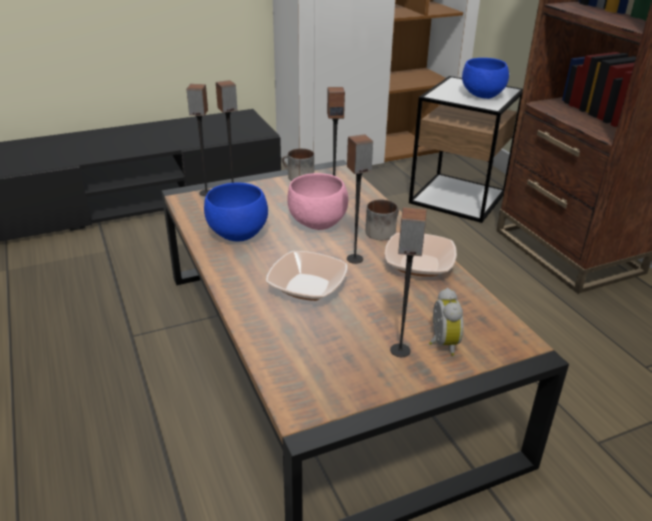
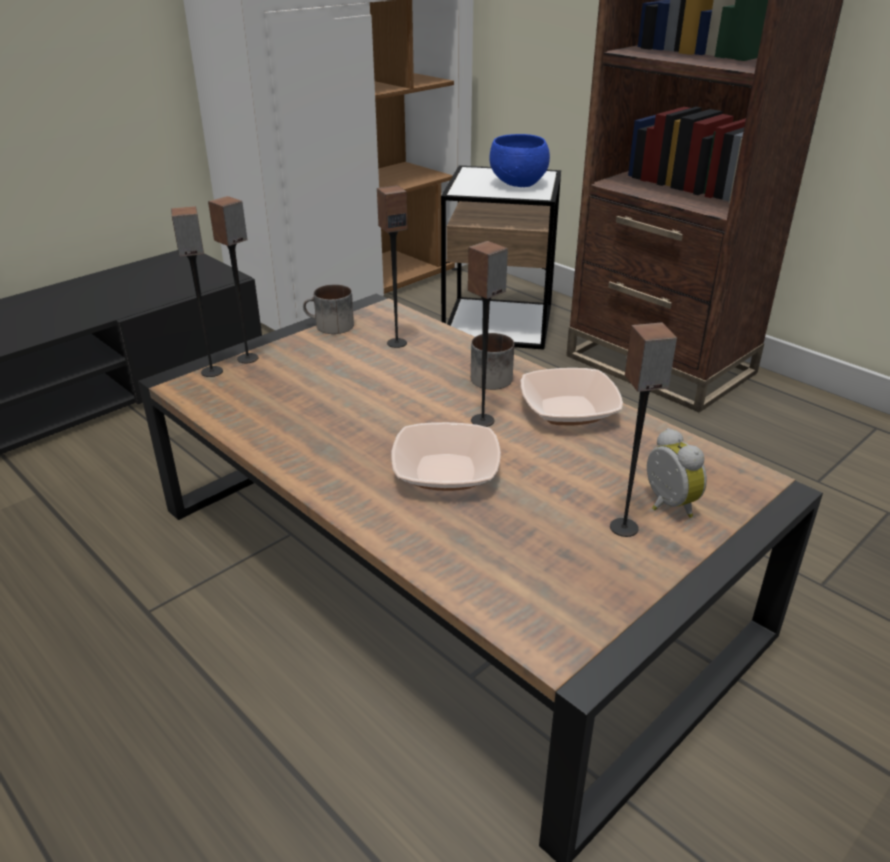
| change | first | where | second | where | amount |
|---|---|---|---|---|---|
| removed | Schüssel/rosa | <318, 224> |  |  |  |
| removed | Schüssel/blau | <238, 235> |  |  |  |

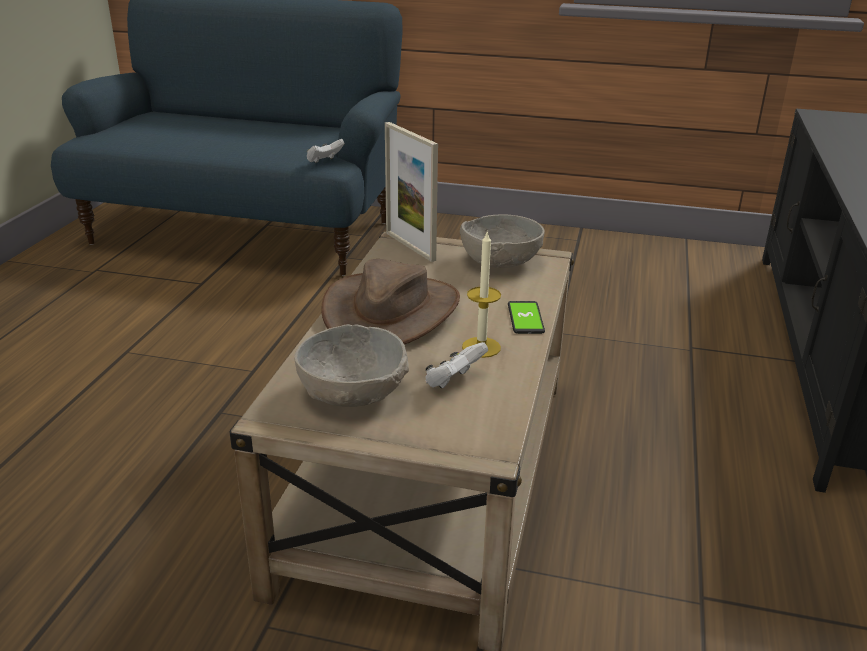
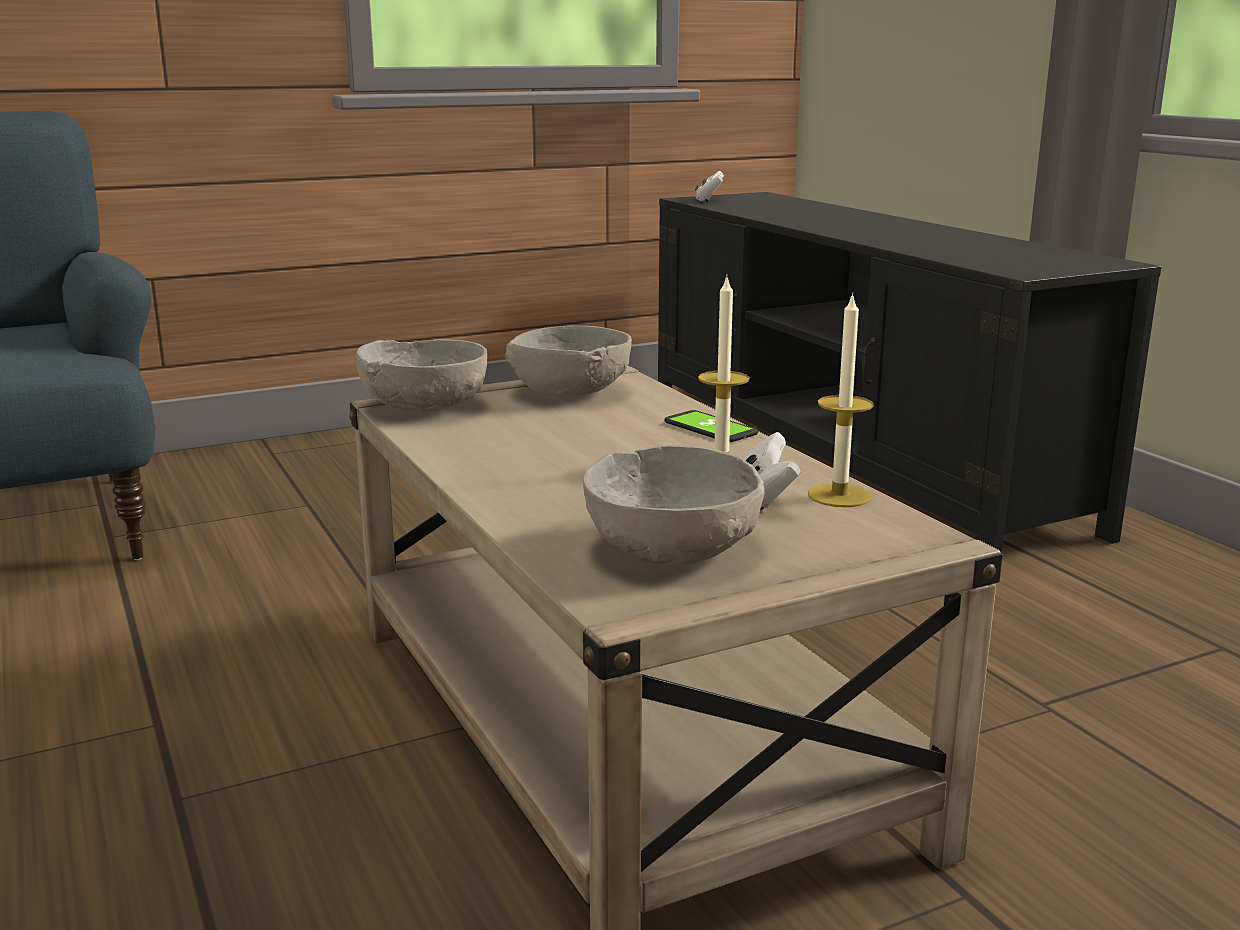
| change | first | where | second | where | amount |
|---|---|---|---|---|---|
| replaced | Bilderrahmen | <410, 246> | Schüssel/grau | <425, 405> |  |
| moved | Gamepad/weiß | <324, 161> |  | <709, 200> |  |
| removed | Hut/braun | <391, 311> |  |  |  |
| added |  |  | Kerze | <839, 495> |  |

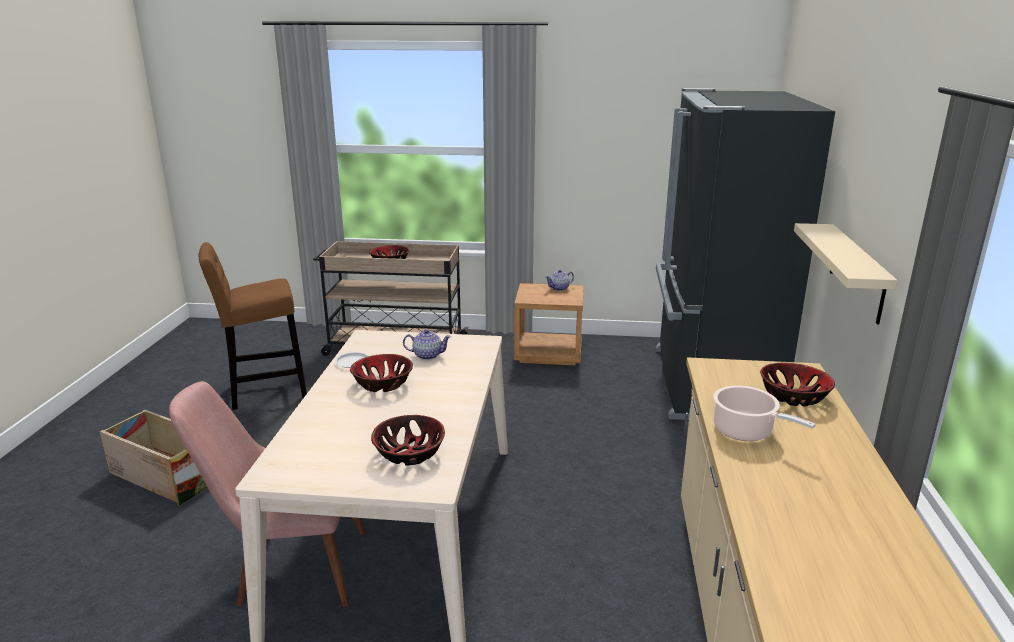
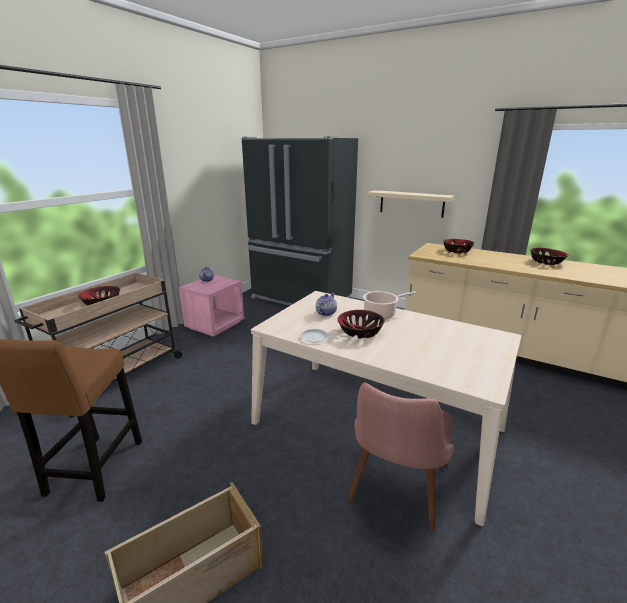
| change | first | where | second | where | amount |
|---|---|---|---|---|---|
| recoloured | Nachttisch/braun | <549, 353> | Nachttisch/rosa | <215, 325> |  |
| moved | Kochtopf | <746, 431> |  | <381, 314> |  |
| moved | Schüssel | <409, 454> |  | <546, 262> |  |

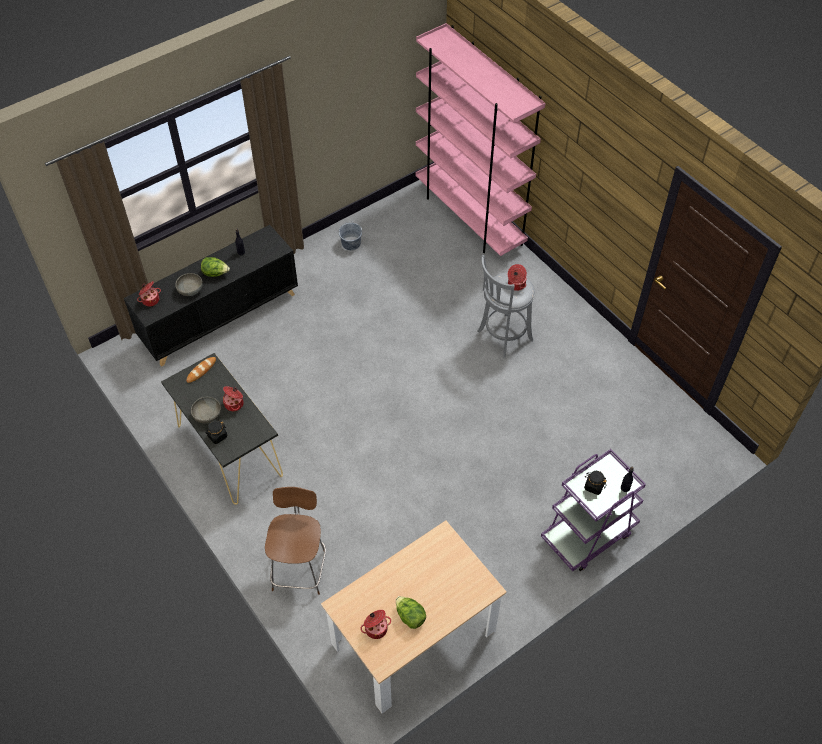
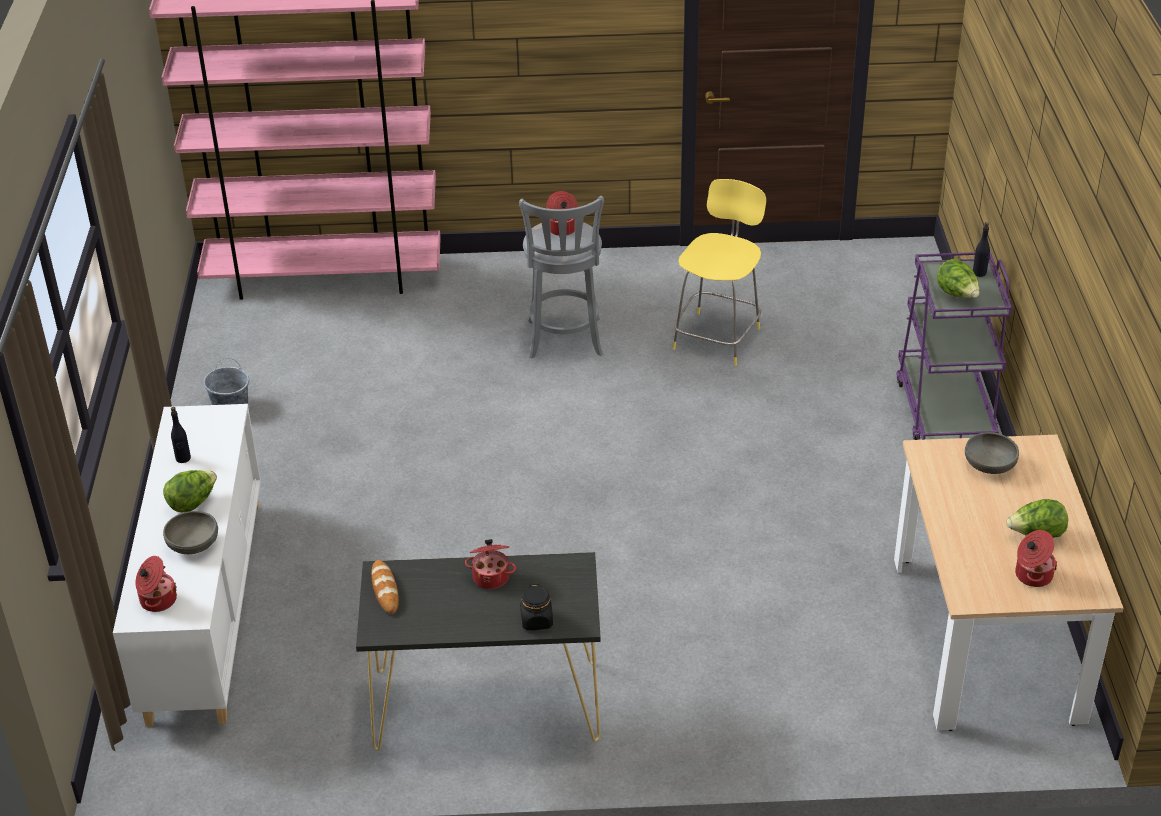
| change | first | where | second | where | amount |
|---|---|---|---|---|---|
| recoloured | Schrank/schwarz | <220, 317> | Schrank/weiß | <205, 607> |  |
| moved | Schüssel/grau | <207, 415> |  | <989, 465> |  |
| replaced | Vorratsglas/schwarz | <593, 486> | Salatkopf | <957, 294> |  |
| removed | Hocker/braun | <299, 568> |  |  |  |
| added |  |  | Hocker/gelb | <718, 336> |  |

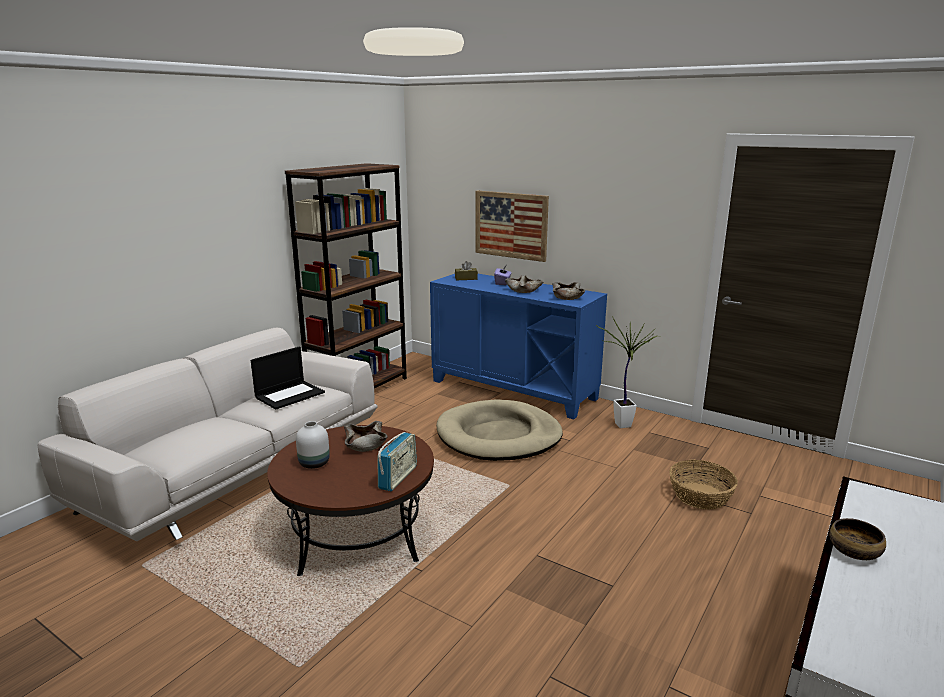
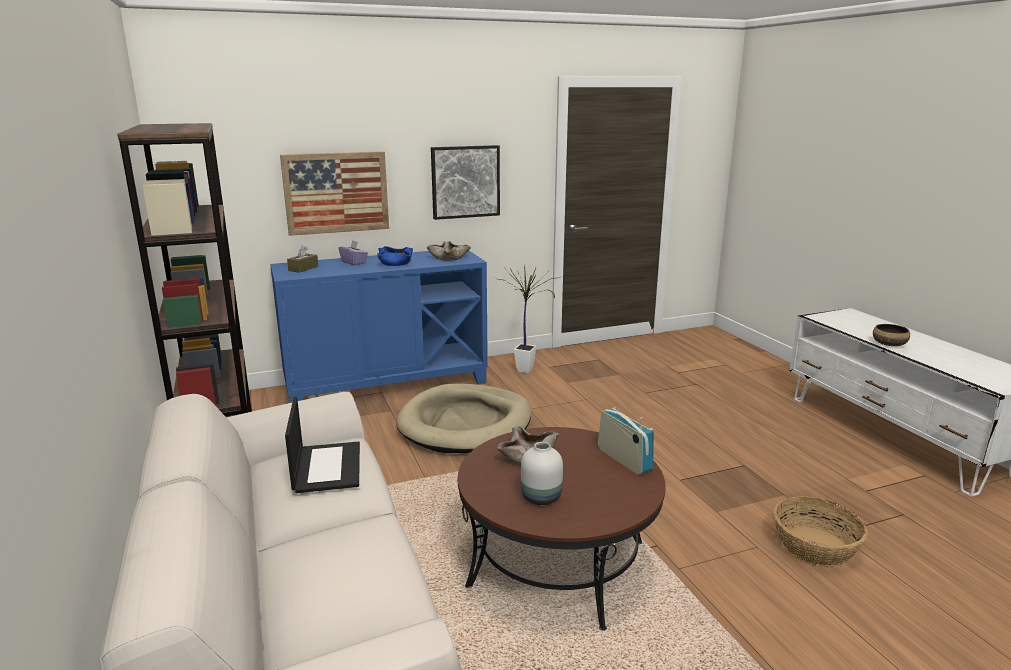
| change | first | where | second | where | amount |
|---|---|---|---|---|---|
| recoloured | Schüssel/beige | <524, 290> | Schüssel/blau | <396, 263> |  |
| moved | Korb | <699, 496> |  | <814, 546> |  |
| added |  |  | Bild | <465, 182> |  |

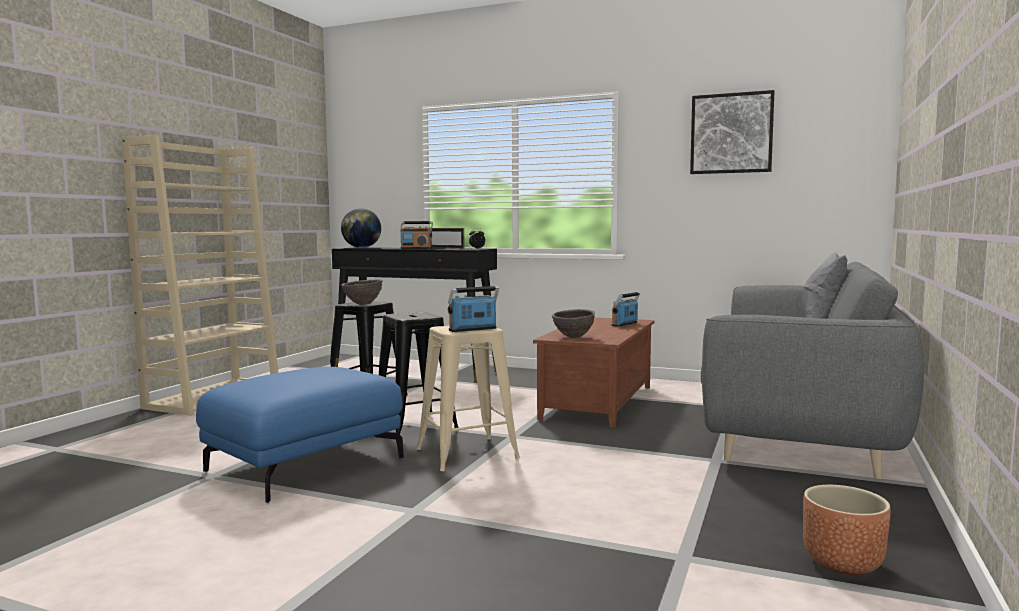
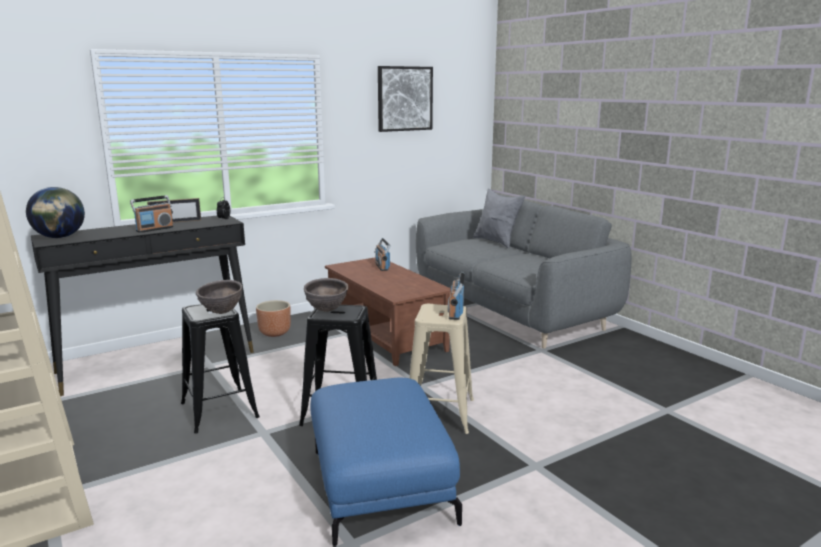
| change | first | where | second | where | amount |
|---|---|---|---|---|---|
| moved | Schüssel/braun | <573, 337> |  | <326, 310> |  |
| moved | Pflanzkübel/braun | <842, 563> |  | <274, 333> |  |

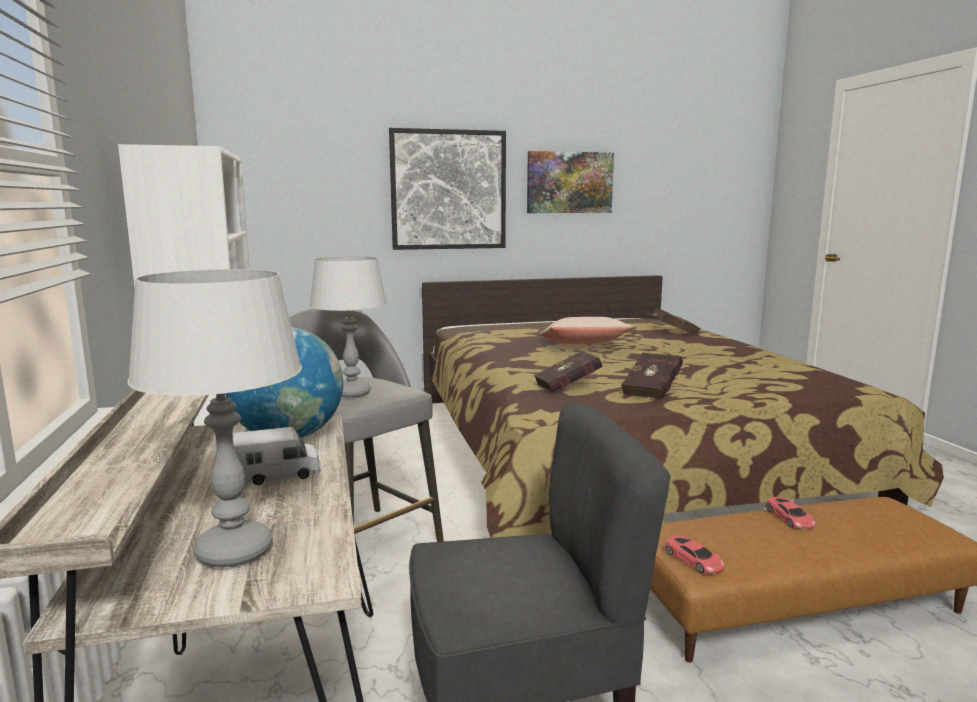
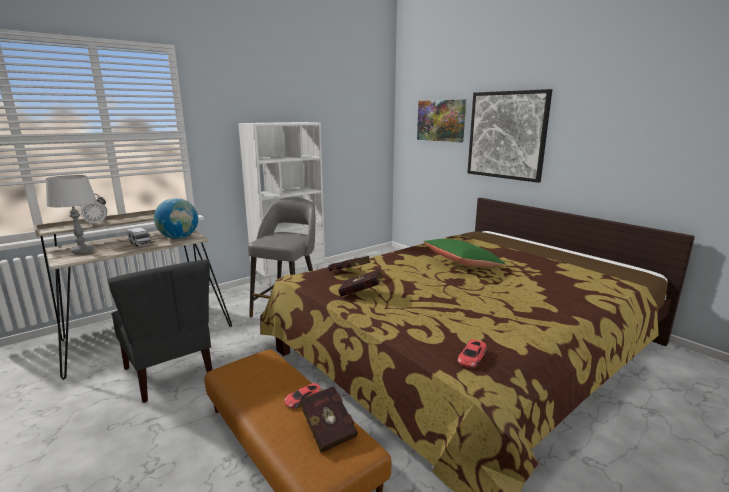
| change | first | where | second | where | amount |
|---|---|---|---|---|---|
| moved | Bild | <569, 182> |  | <441, 120> |  |
| removed | Tischlampe/grau | <352, 393> |  |  |  |
| moved | Buch/rot | <673, 333> |  | <328, 428> |  |
| recoloured | Kissen/beige | <583, 346> | Kissen/grün | <462, 264> |  |
| moved | Spielzeugauto/rot | <693, 560> |  | <472, 357> |  |
| added |  |  | Wecker | <96, 223> |  |

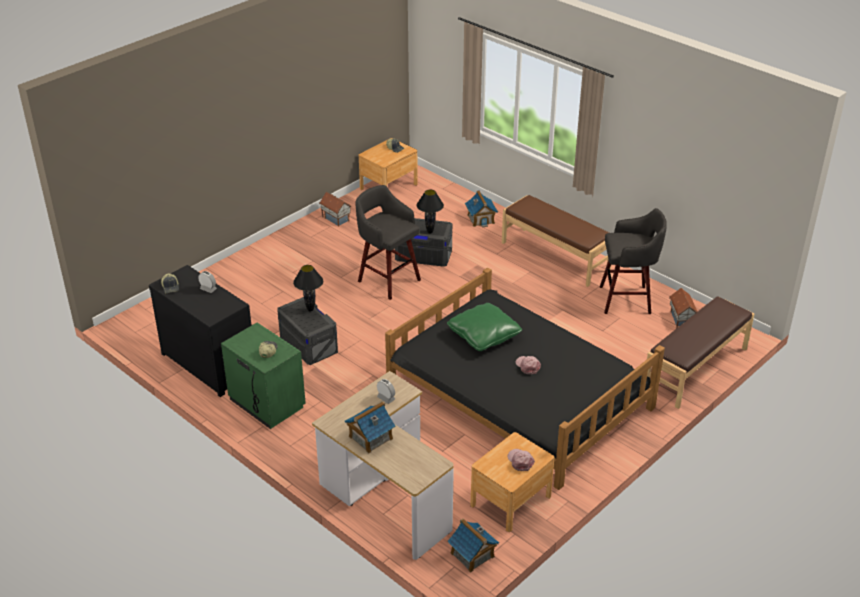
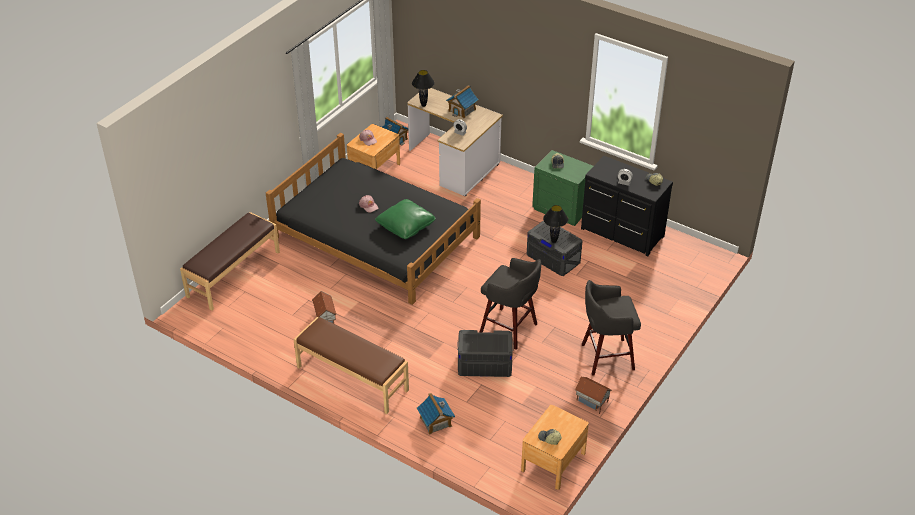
| change | first | where | second | where | amount |
|---|---|---|---|---|---|
| moved | Tischlampe/schwarz | <430, 232> |  | <423, 105> |  |
| moved | Hocker/grau | <627, 300> |  | <605, 357> |  |
| moved | Spielzeughaus | <680, 320> |  | <326, 318> |  |

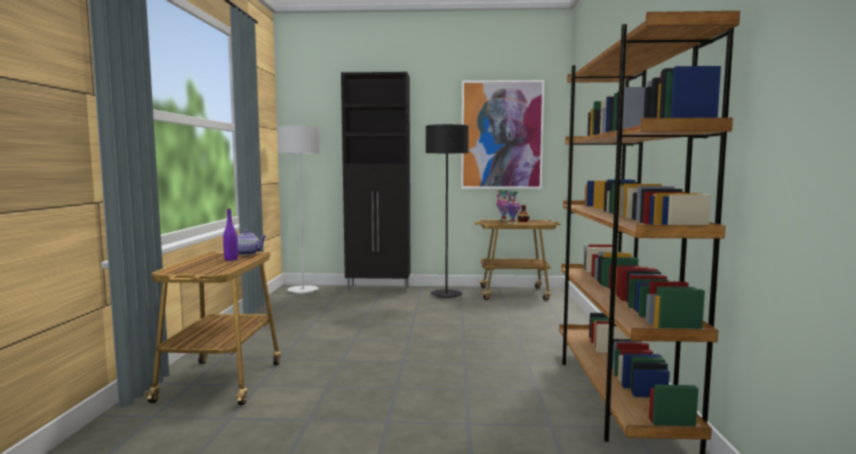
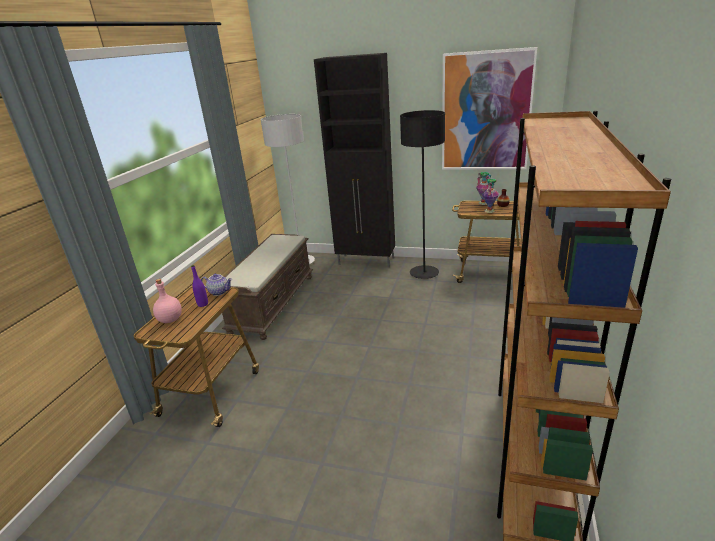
| change | first | where | second | where | amount |
|---|---|---|---|---|---|
| added |  |  | Bank/braun | <272, 303> |  |
| added |  |  | Flasche/rosa | <171, 319> |  |

